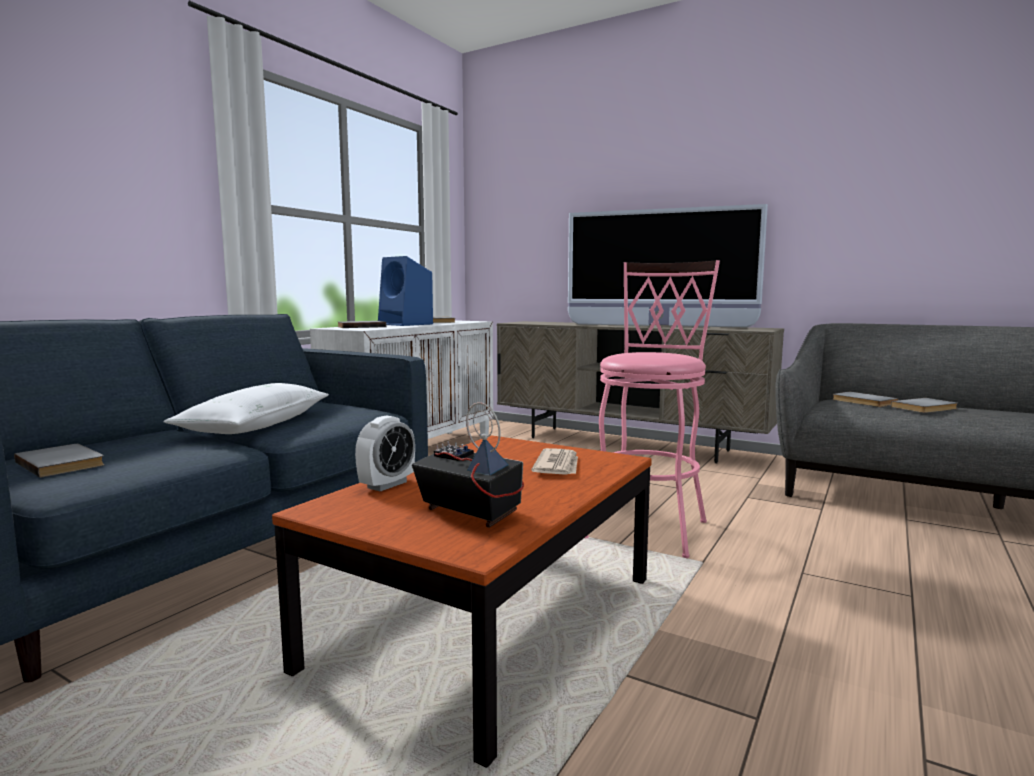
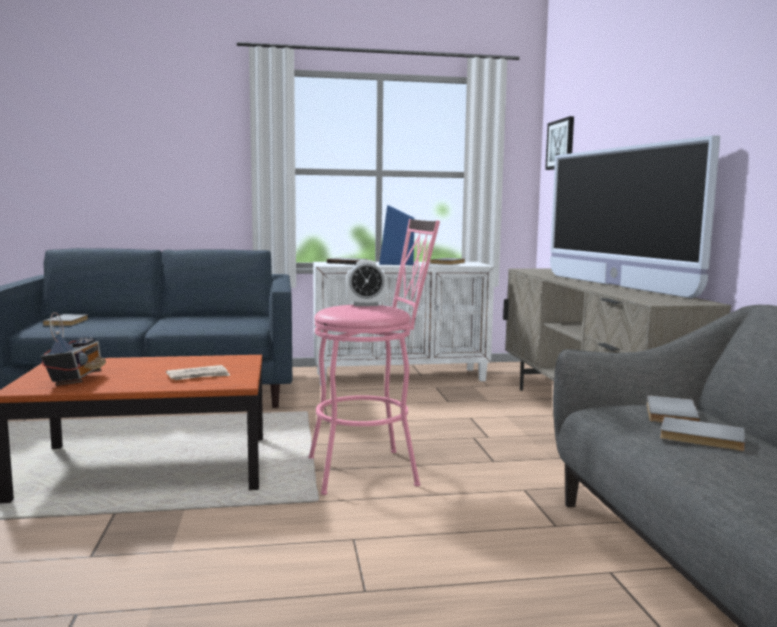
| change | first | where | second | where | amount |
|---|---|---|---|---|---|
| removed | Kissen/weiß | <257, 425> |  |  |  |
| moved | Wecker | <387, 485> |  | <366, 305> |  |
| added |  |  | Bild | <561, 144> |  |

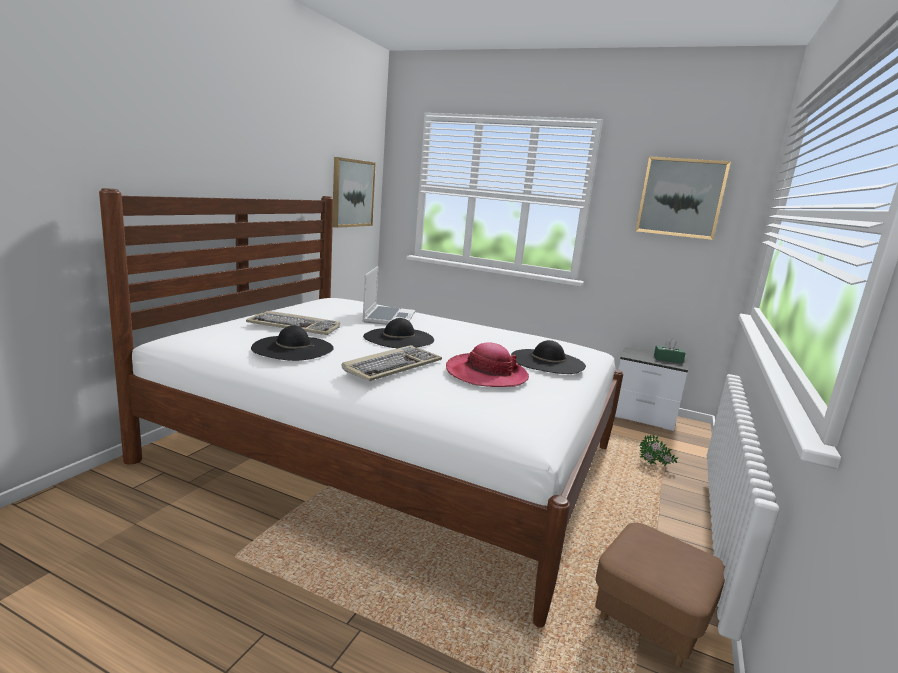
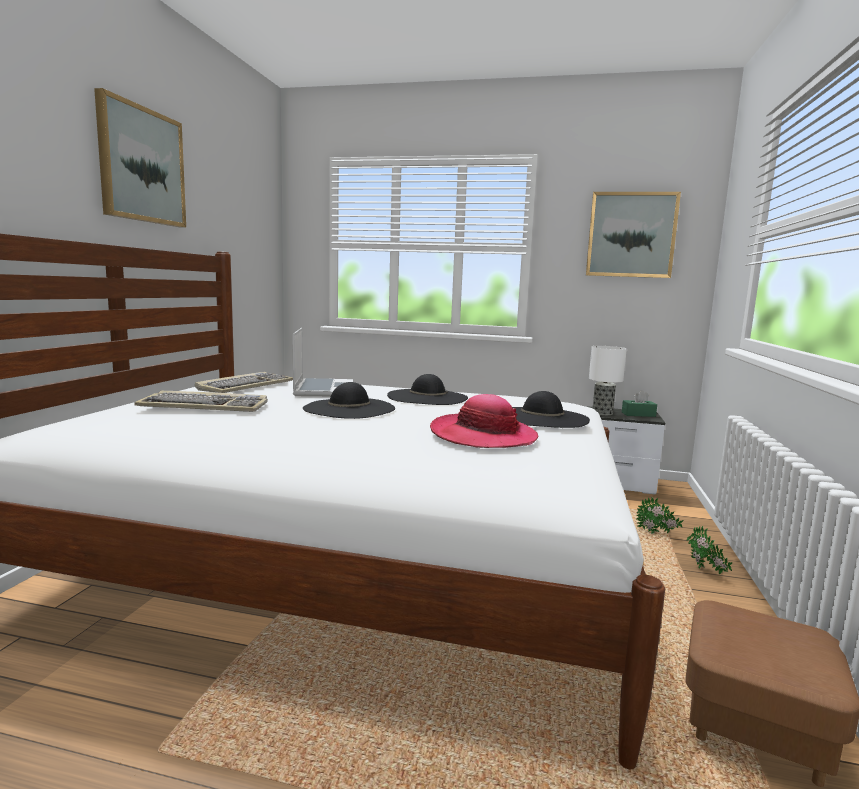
| change | first | where | second | where | amount |
|---|---|---|---|---|---|
| moved | Bild | <352, 193> |  | <141, 165> |  |
| moved | Hut/schwarz | <293, 348> |  | <427, 397> |  |
| moved | Tastatur | <392, 366> |  | <246, 386> |  |
| added |  |  | Tischlampe | <602, 413> |  |
| added |  |  | Topfpflanze | <705, 571> |  |

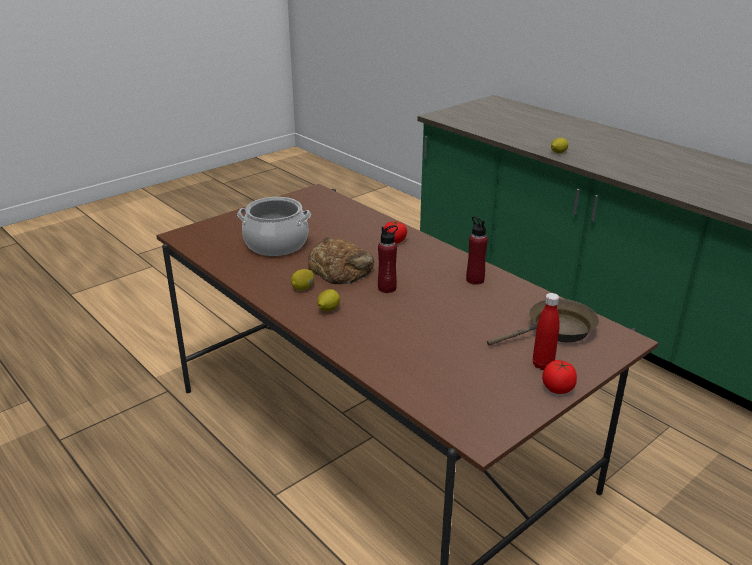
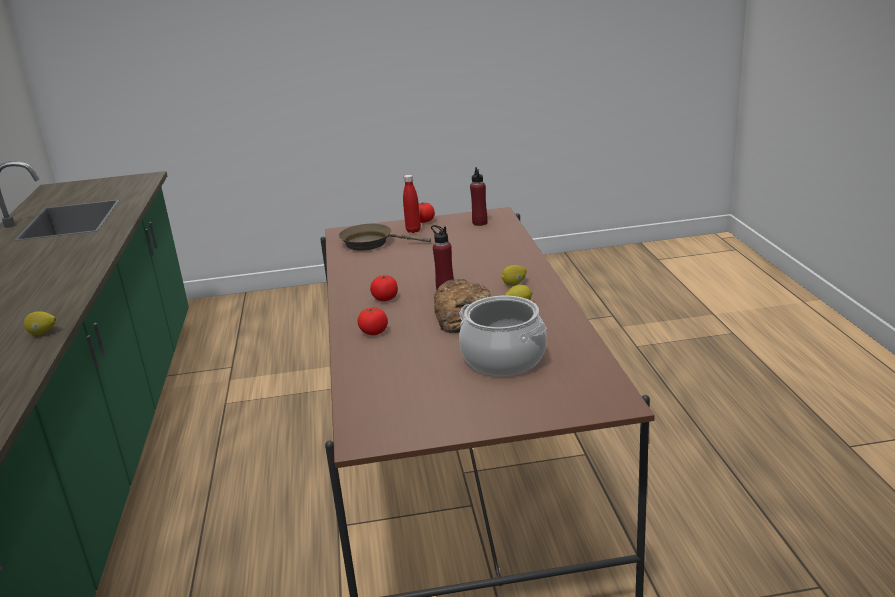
| change | first | where | second | where | amount |
|---|---|---|---|---|---|
| moved | Flasche/rot | <475, 280> |  | <480, 223> |  |
| added |  |  | Tomate | <385, 298> |  |

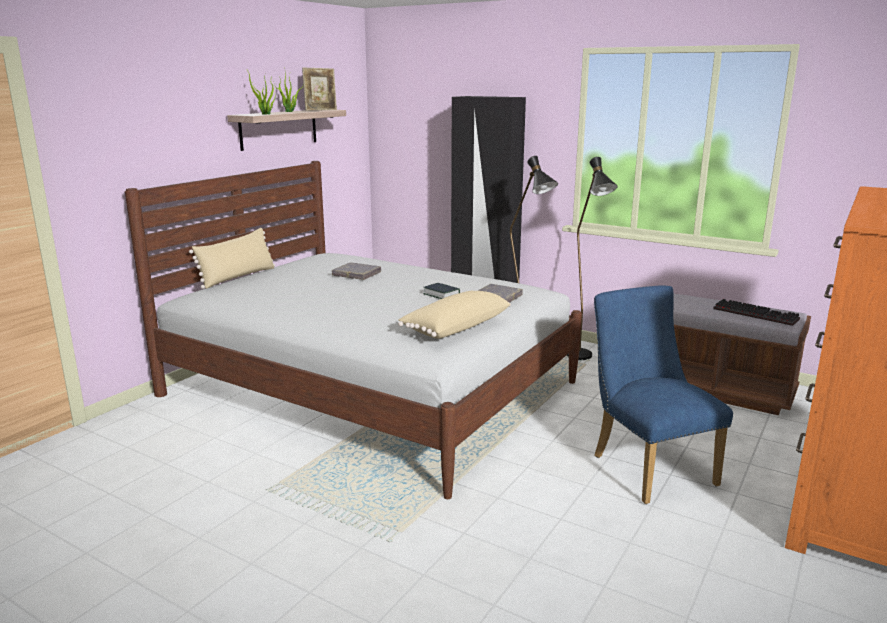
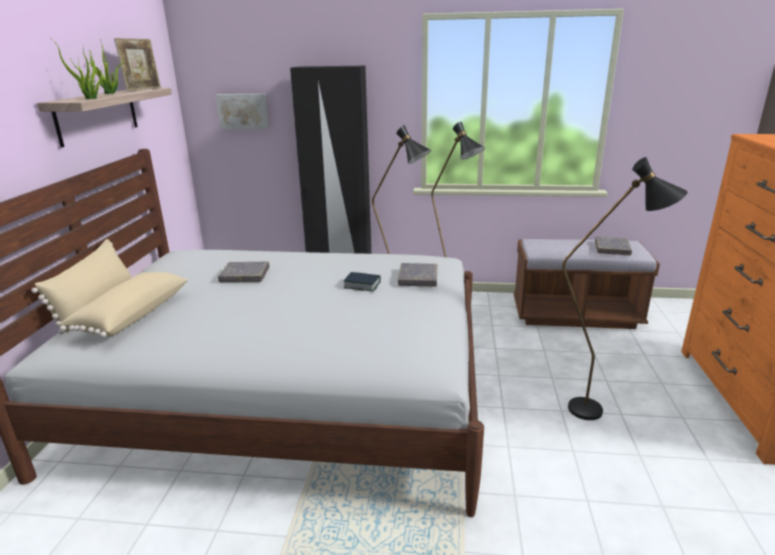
| change | first | where | second | where | amount |
|---|---|---|---|---|---|
| replaced | Stuhl/blau | <647, 466> | Stehlampe/schwarz | <598, 411> |  |
| moved | Kissen/beige | <455, 327> |  | <131, 315> |  |
| replaced | Tastatur | <757, 314> | Buch/grau | <612, 249> |  |
| added |  |  | Bild | <243, 111> |  |

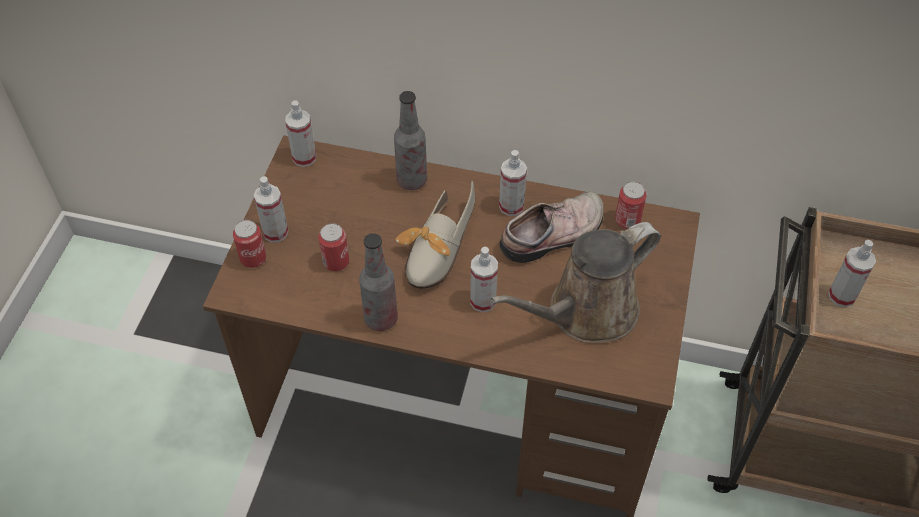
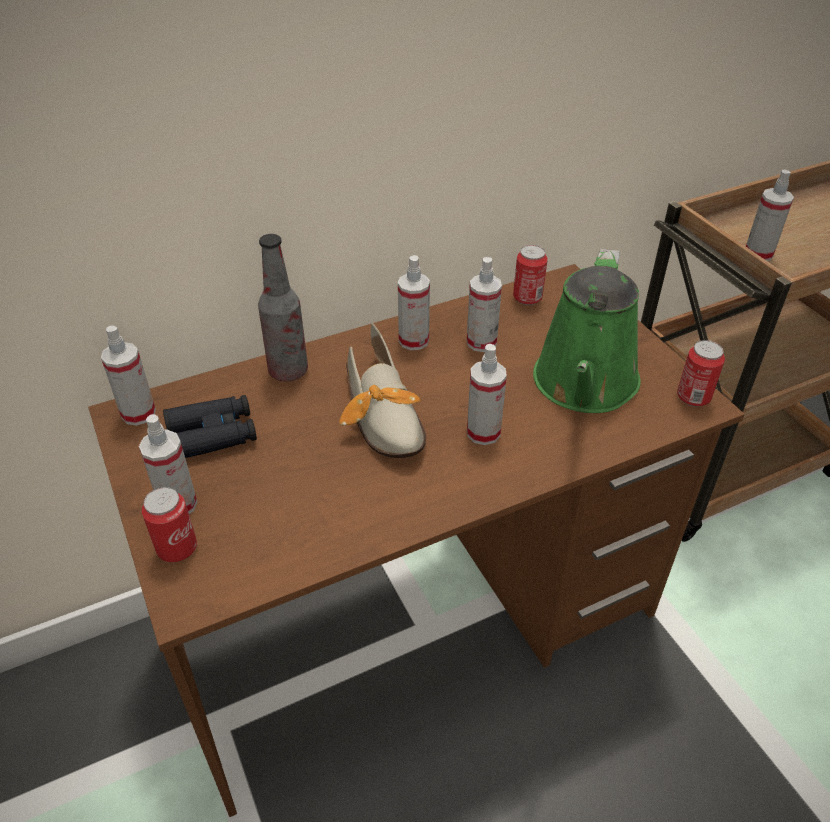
| change | first | where | second | where | amount |
|---|---|---|---|---|---|
| replaced | Schuh | <554, 236> | Sprühflasche | <481, 342> |  |
| recoloured | Gießkanne/braun | <585, 312> | Gießkanne/grün | <584, 386> |  |
| moved | Dose | <336, 262> |  | <693, 397> |  |
| removed | Flasche | <381, 319> |  |  |  |
| added |  |  | Fernglas/schwarz | <212, 435> |  |

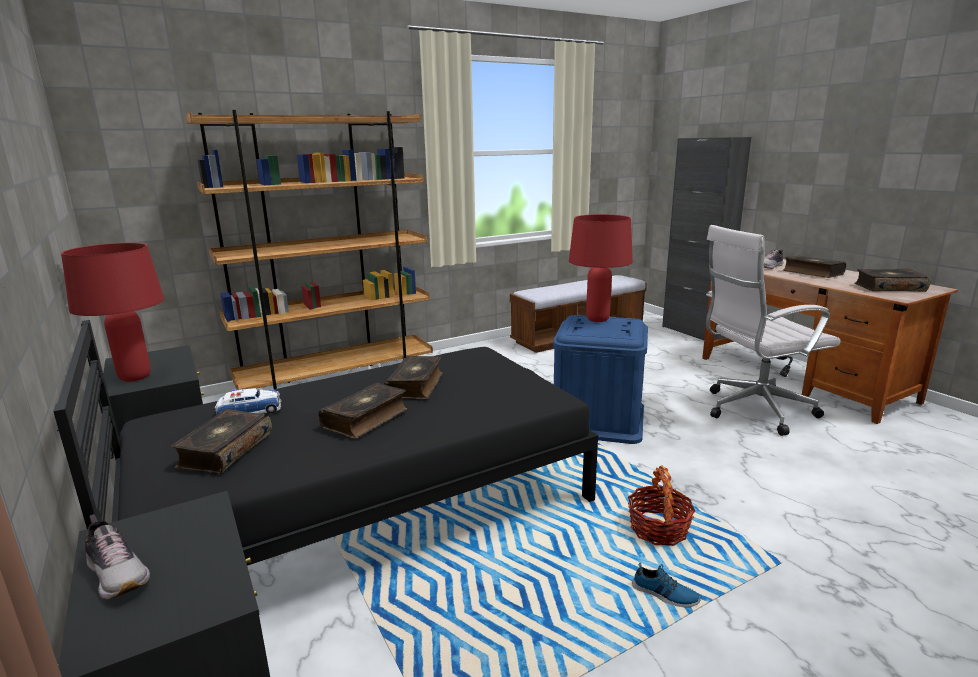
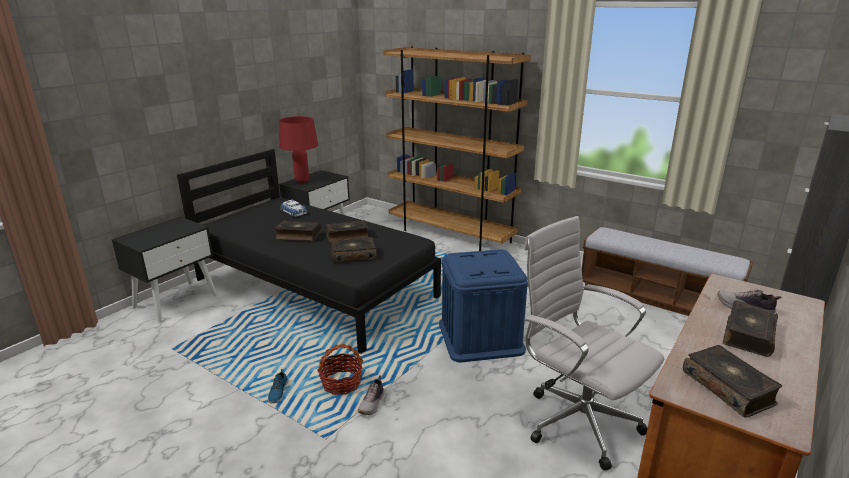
| change | first | where | second | where | amount |
|---|---|---|---|---|---|
| removed | Tischlampe/rot | <597, 320> |  |  |  |
| moved | Buch | <224, 450> |  | <353, 255> |  |
| moved | Schuh | <118, 574> |  | <372, 403> |  |

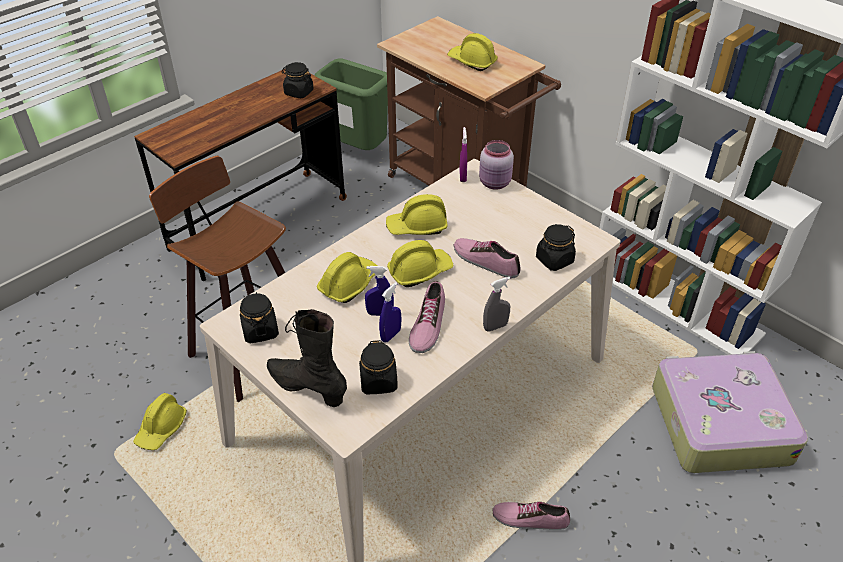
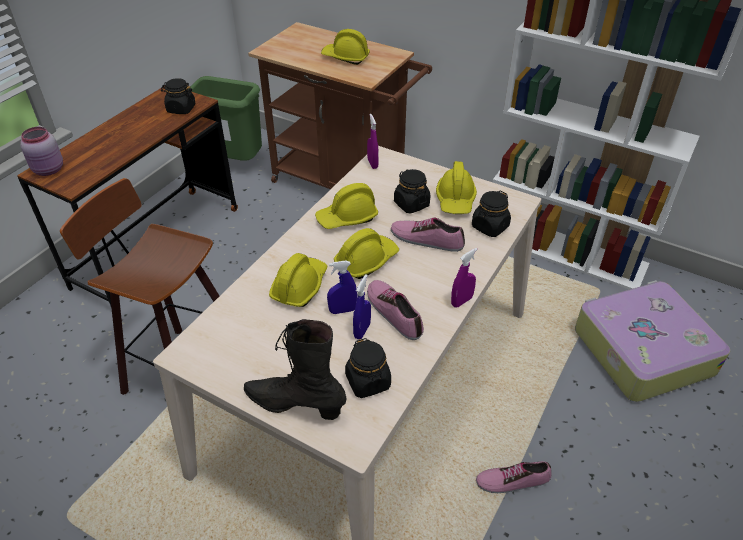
| change | first | where | second | where | amount |
|---|---|---|---|---|---|
| moved | Vorratsglas/rosa | <495, 183> |  | <49, 170> |  |
| recoloured | Sprühflasche/grau | <495, 326> | Sprühflasche/lila | <461, 301> |  |
| turned | Schuh | <427, 324> |  | <394, 312> | 150 degrees clockwise |
| moved | Vorratsglas/schwarz | <260, 331> |  | <411, 204> |  |
| moved | Schutzhelm/gelb | <161, 429> |  | <455, 200> |  |

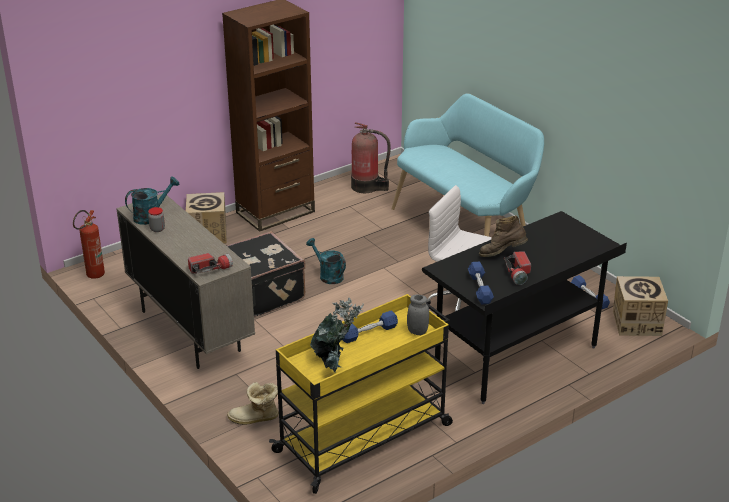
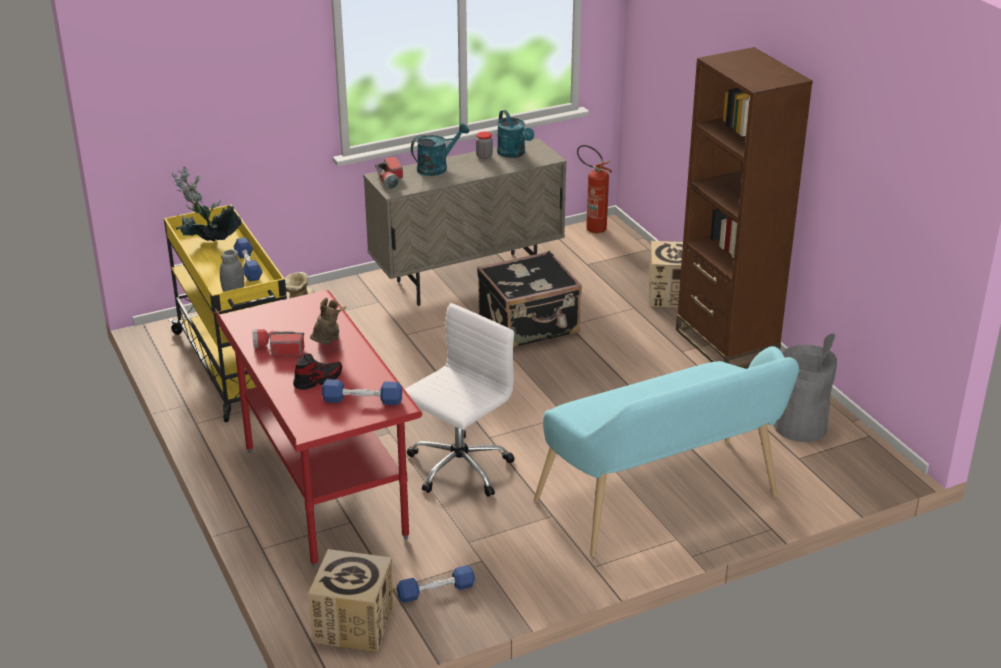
| change | first | where | second | where | amount |
|---|---|---|---|---|---|
| replaced | Feuerlöscher | <367, 187> | Mülleimer/grau | <800, 426> |  |
| recoloured | Schreibtisch/schwarz | <516, 357> | Schreibtisch/rot | <323, 493> |  |
| moved | Gießkanne/türkis | <328, 275> |  | <437, 167> |  |
| moved | Hantel/blau | <480, 288> |  | <362, 400> |  |
| added |  |  | Schuh | <318, 380> |  |

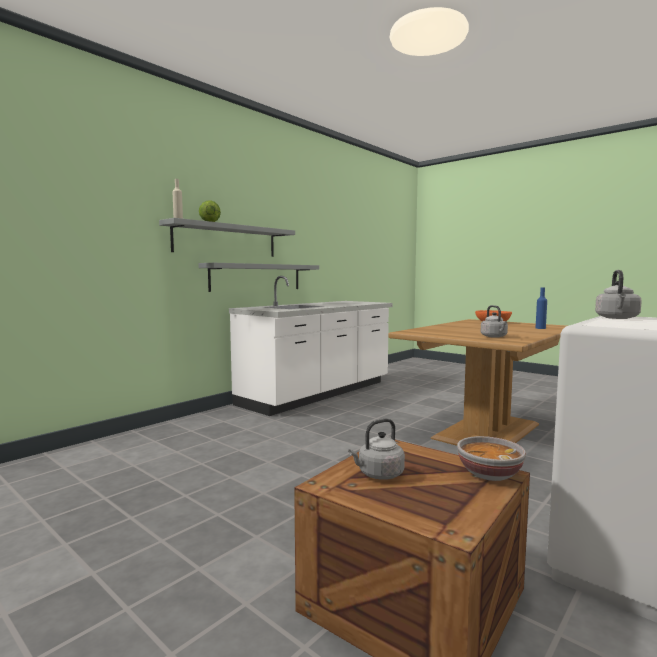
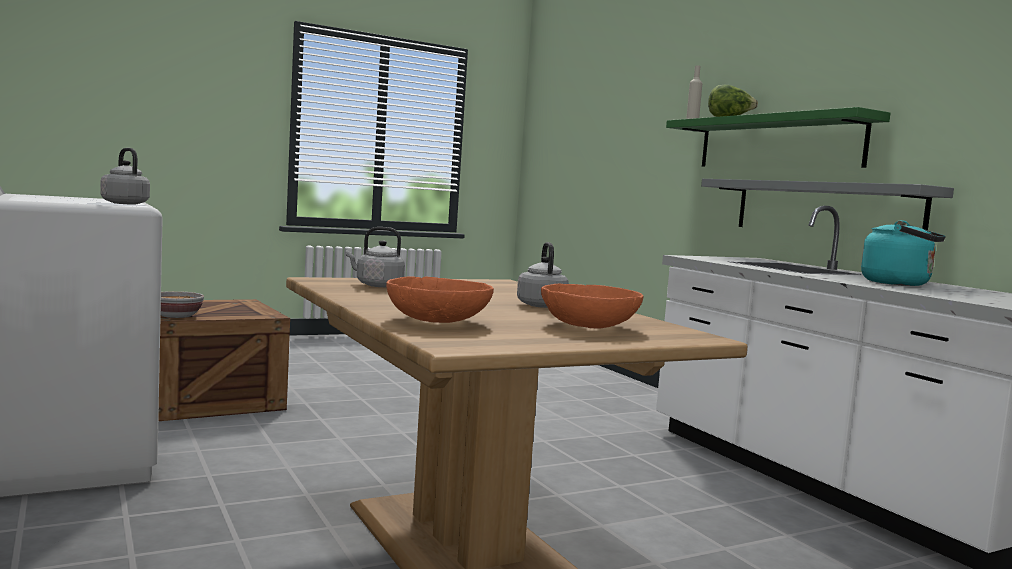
| change | first | where | second | where | amount |
|---|---|---|---|---|---|
| recoloured | Wandregal/grau | <226, 240> | Wandregal/grün | <777, 143> |  |
| replaced | Flasche/blau | <540, 328> | Schüssel/orange | <437, 321> |  |
| moved | Wasserkessel/grau | <378, 474> |  | <541, 305> |  |
| added |  |  | Wasserkessel/türkis | <900, 284> |  |

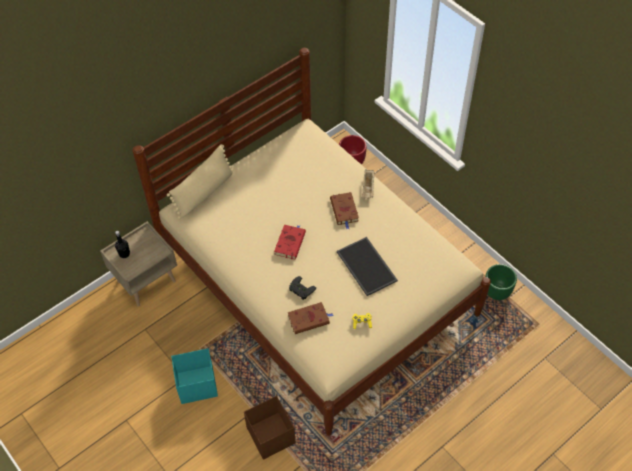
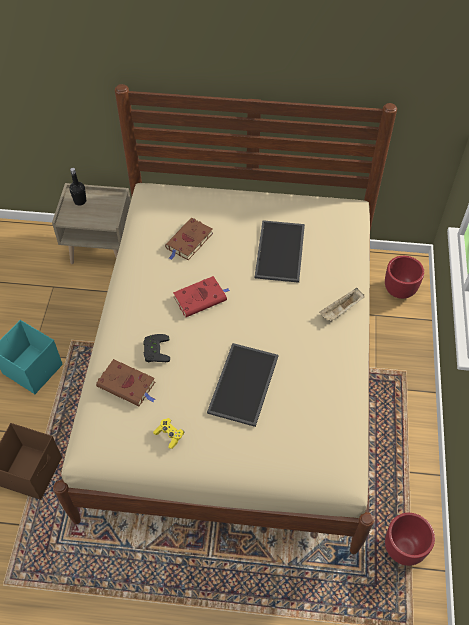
| change | first | where | second | where | amount |
|---|---|---|---|---|---|
| removed | Kissen/beige | <204, 192> |  |  |  |
| moved | Buch/braun | <344, 211> |  | <188, 242> |  |
| recoloured | Pflanzkübel/grün | <497, 292> | Pflanzkübel/rot | <404, 549> |  |
| added |  |  | Tablett | <281, 252> |  |

